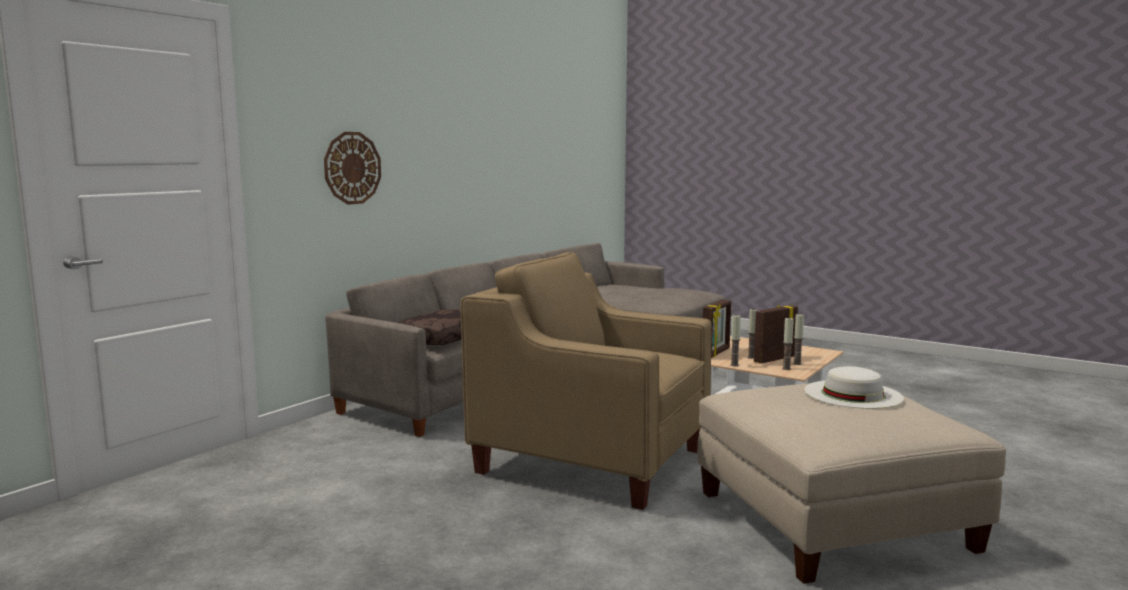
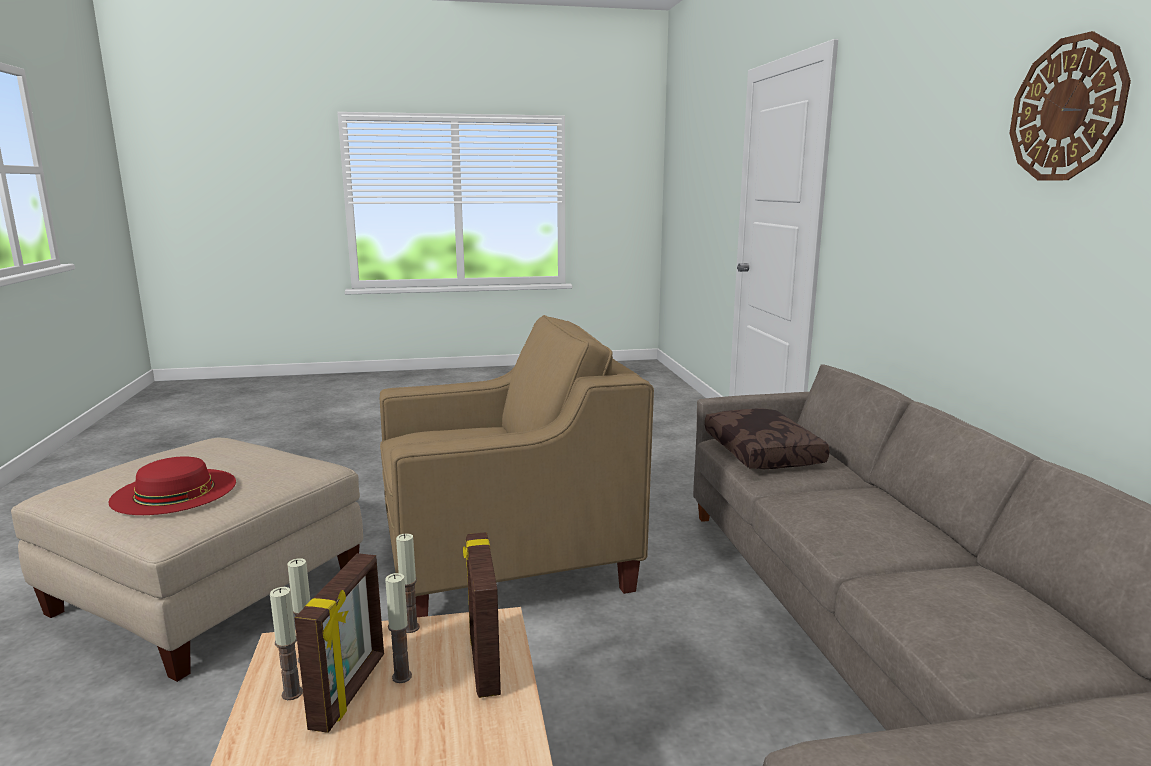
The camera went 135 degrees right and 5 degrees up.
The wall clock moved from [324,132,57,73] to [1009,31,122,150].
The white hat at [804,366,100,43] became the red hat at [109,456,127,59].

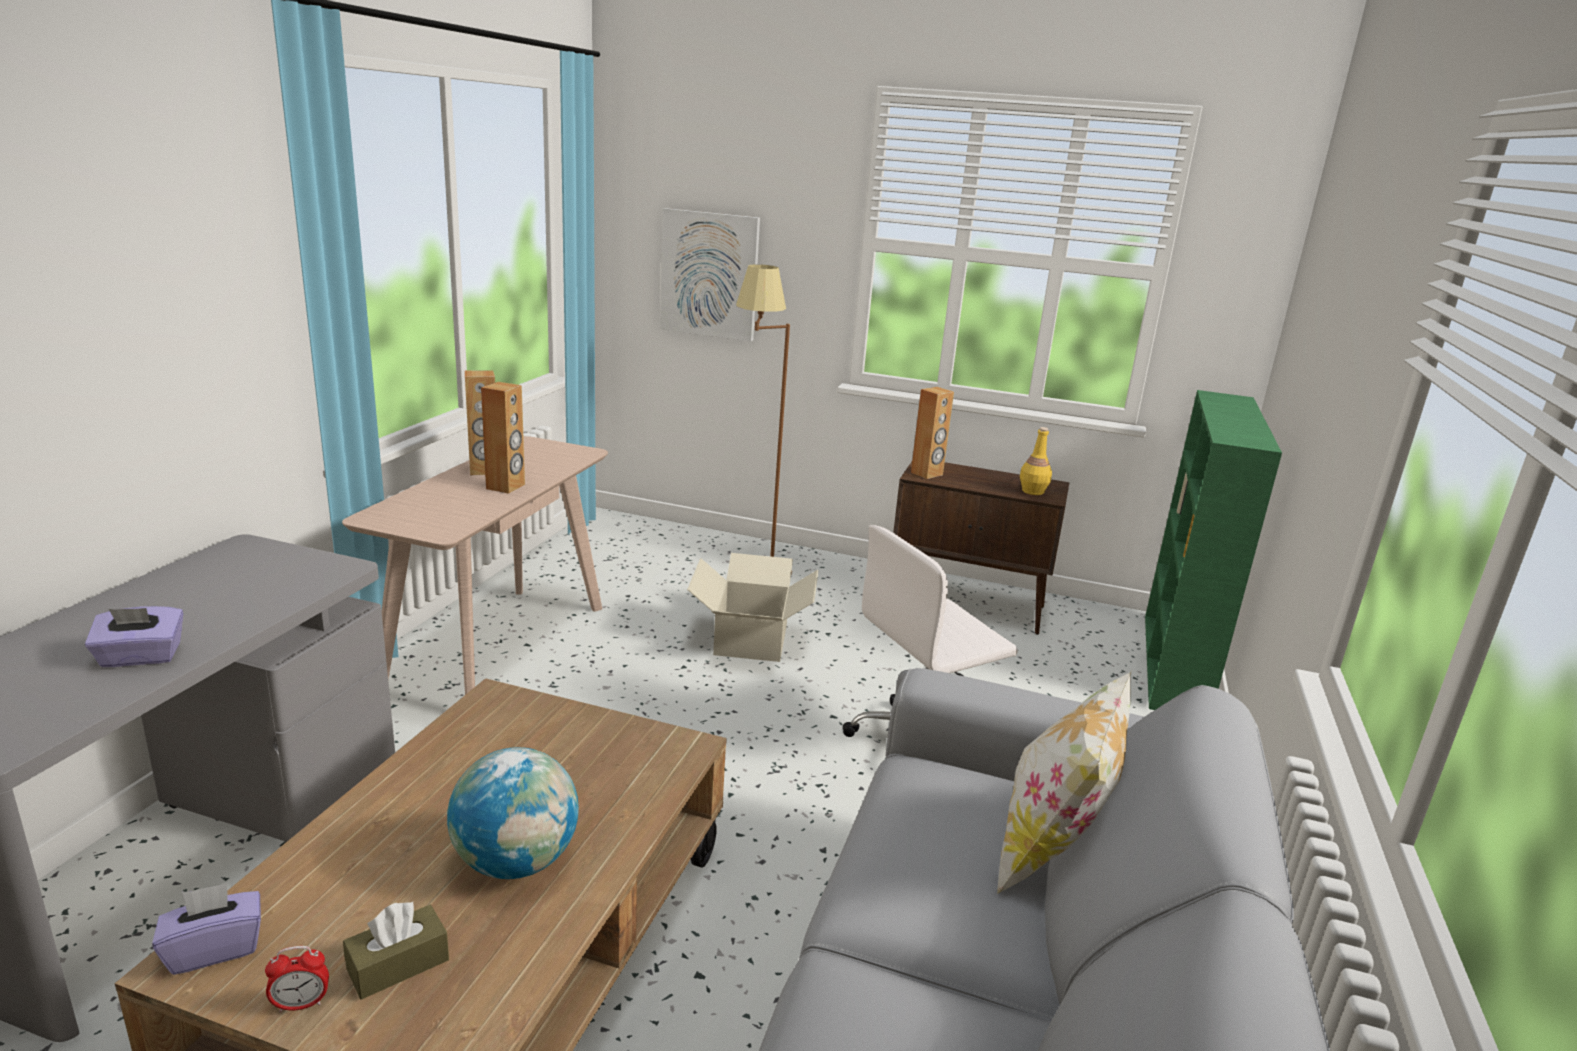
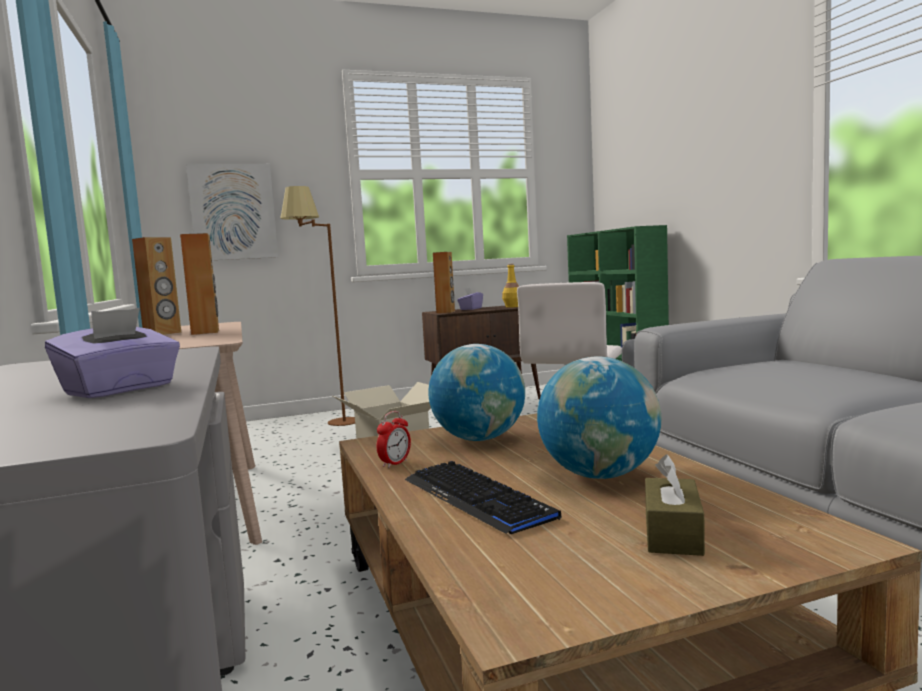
The camera went 35 degrees left and 15 degrees down.
The pillow at [997,671,135,223] disappeared.
The purple tissue box moved from [152,883,109,92] to [457,288,26,22].
The alarm clock moved from [265,946,64,66] to [377,411,34,57].
The globe at [428,344,97,97] appeared.
The keyboard at [405,461,156,73] appeared.

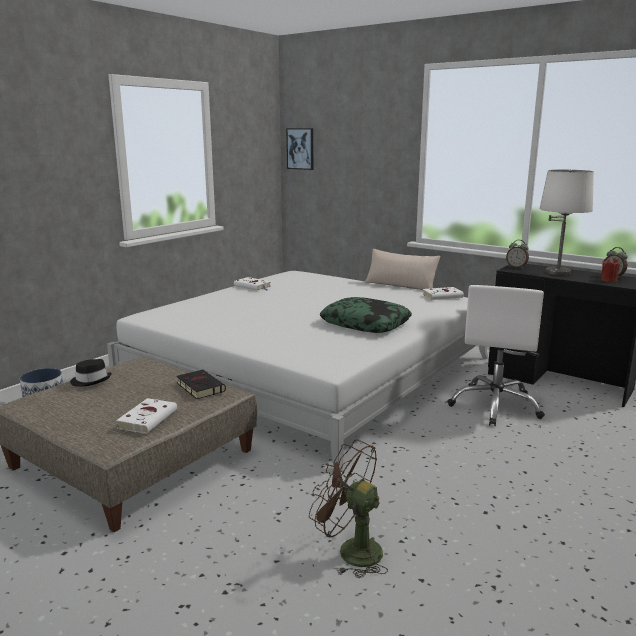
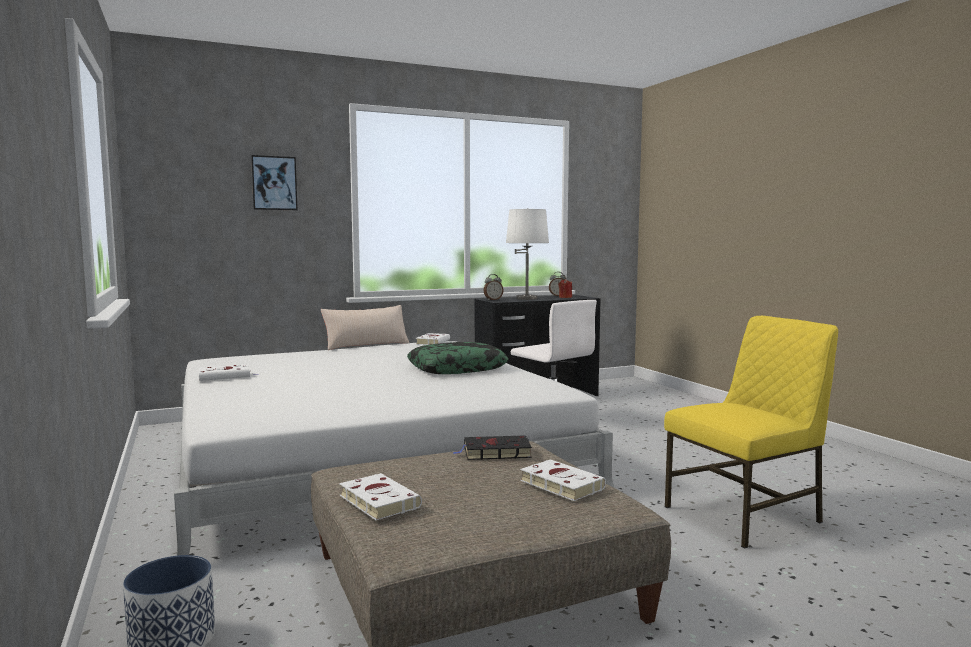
The camera went 60 degrees left and 10 degrees down.
The picture moved from [286,128,27,42] to [251,155,47,55].
The black hat at [70,359,42,28] was replaced by the white book at [339,473,83,47].
The brown fan at [309,439,79,139] was replaced by the yellow chair at [664,316,174,232].

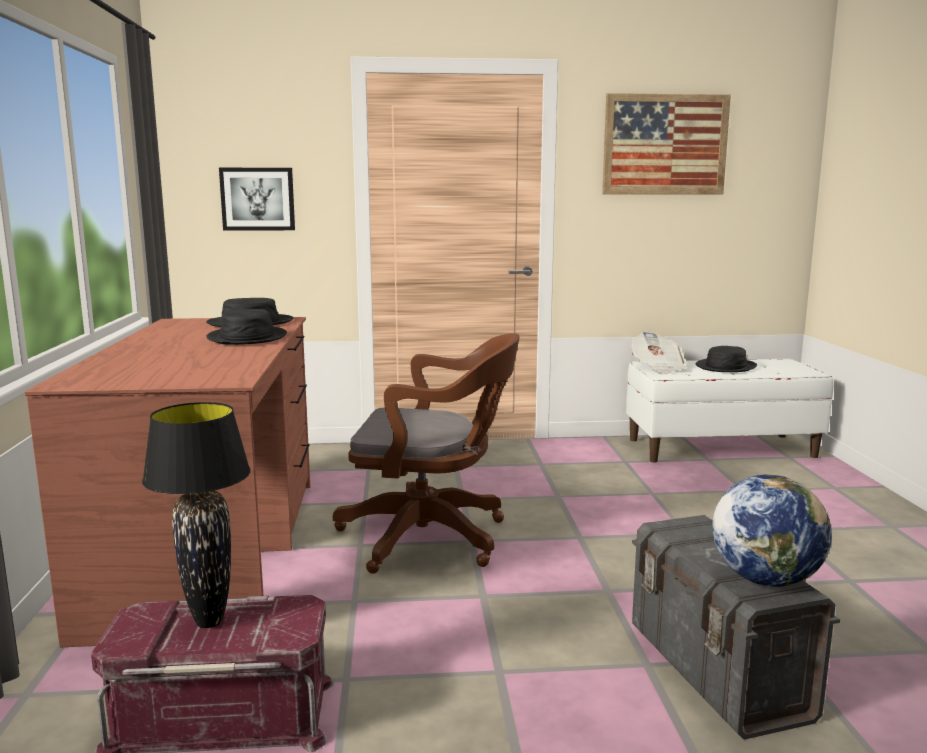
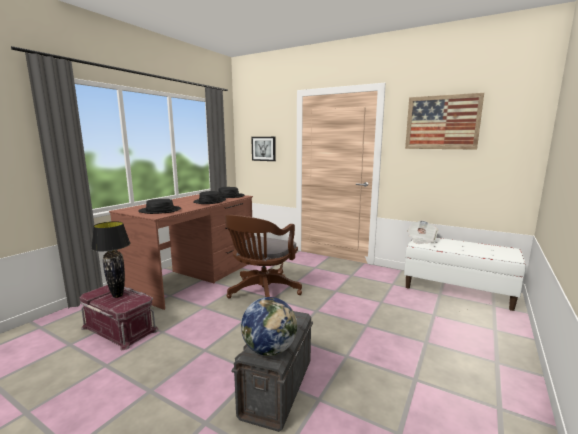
The camera went 35 degrees right and 0 degrees up.
The brown office chair at [333,333,187,241] turned 75 degrees clockwise.
The black hat moved from [696,346,61,26] to [138,199,43,15].

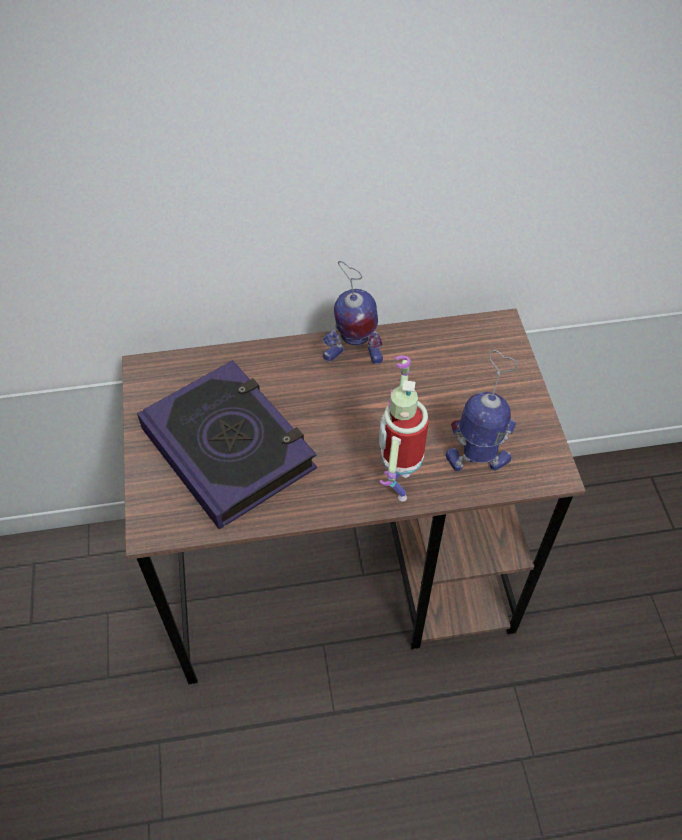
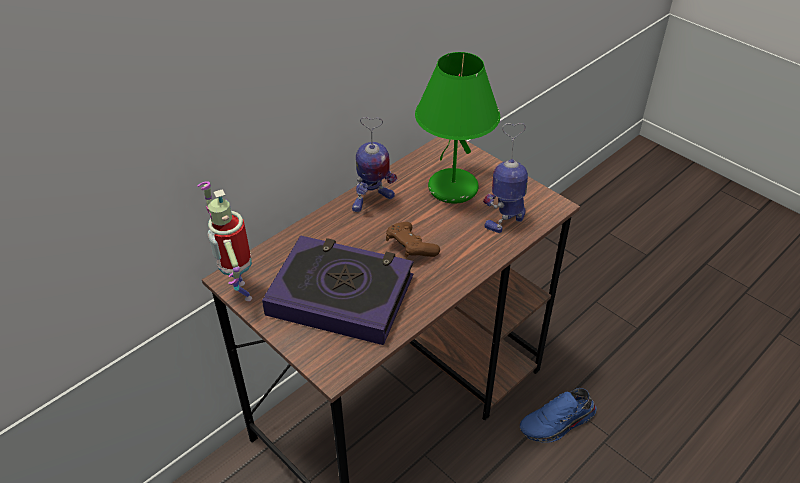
The camera went 35 degrees left and 10 degrees down.
The toy robot moved from [379,356,50,145] to [197,181,55,120].
The green table lamp at [415,52,85,152] appeared.
The brown game controller at [386,222,54,36] appeared.
The blue shoe at [520,388,77,55] appeared.

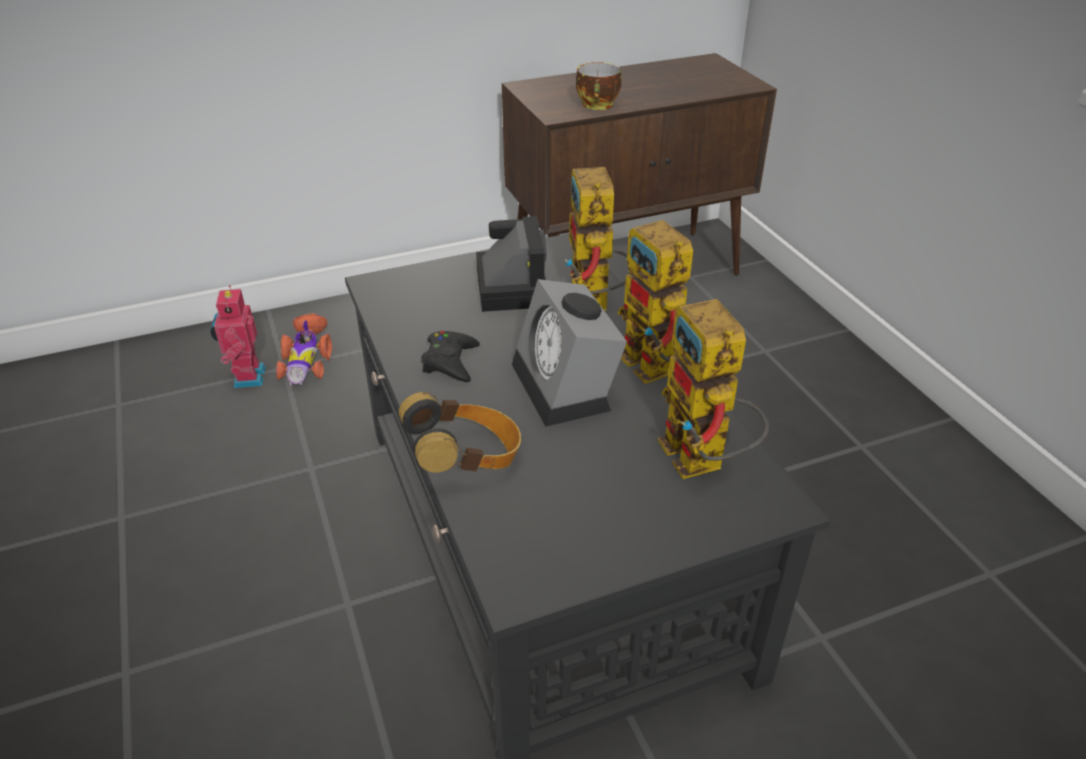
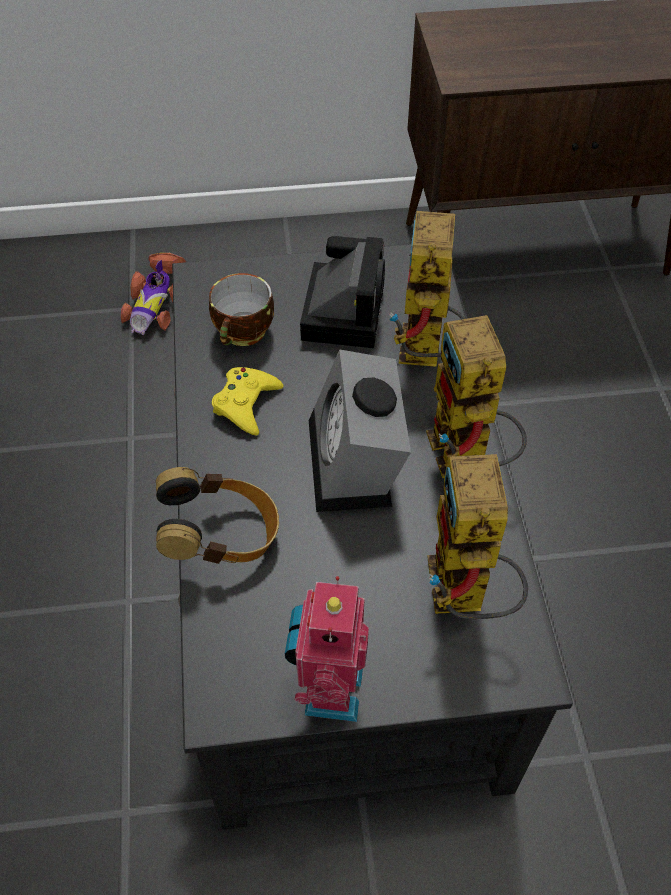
The camera went 15 degrees right and 15 degrees up.
The cup moved from [576,62,46,48] to [209,273,65,73].
The toy robot moved from [210,285,56,103] to [285,576,84,146].
The black game controller at [421,331,59,51] became the yellow game controller at [212,367,71,68].

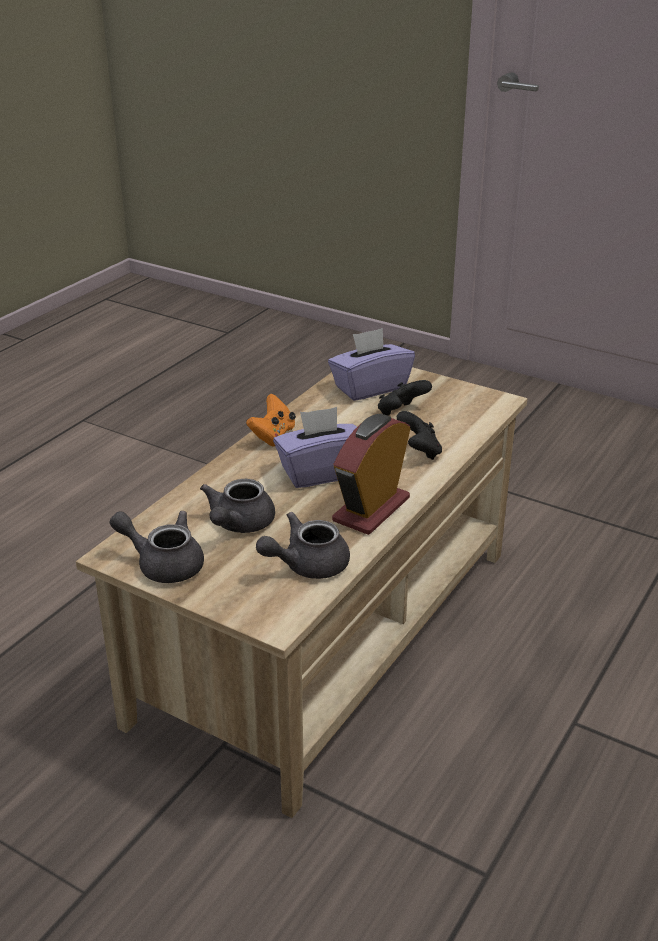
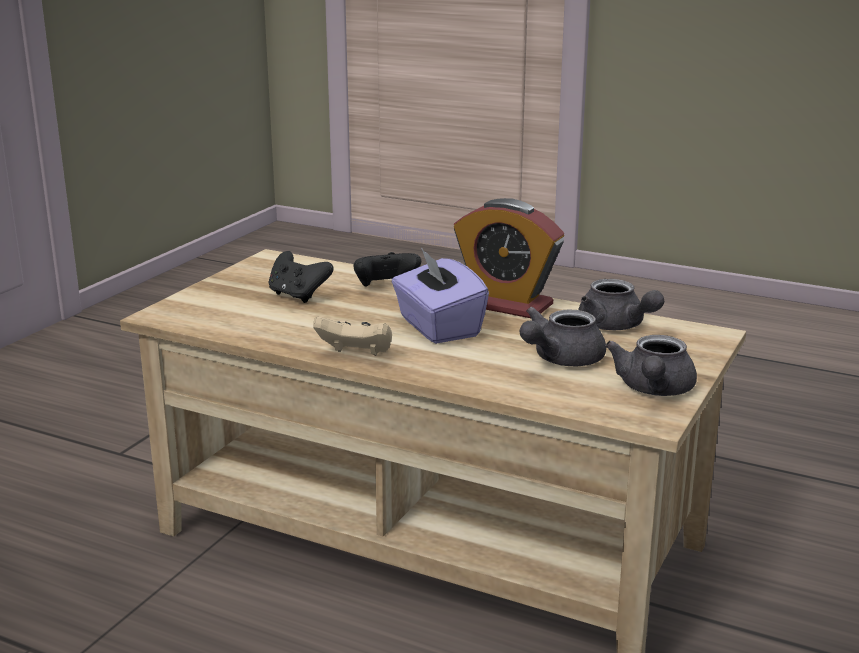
The camera went 95 degrees left and 10 degrees down.
The purple tissue box at [328,328,87,73] disappeared.
The orange game controller at [246,394,50,53] became the beige game controller at [313,317,79,39].
The grey teapot at [200,479,75,54] turned 120 degrees clockwise.

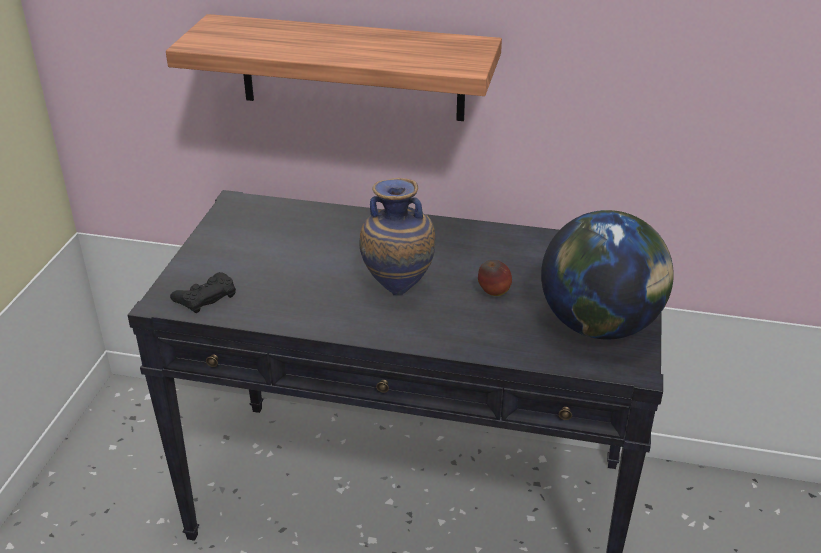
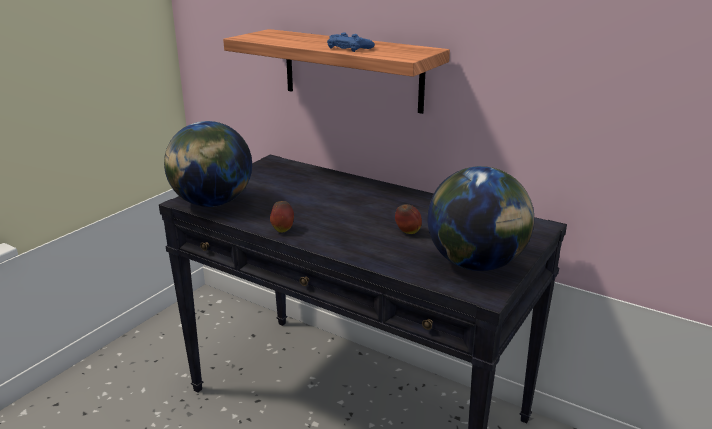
The camera went 20 degrees right and 10 degrees down.
The vase at [360,178,76,118] disappeared.
The black game controller at [170,272,66,41] was replaced by the globe at [164,121,88,86].
The blue game controller at [327,33,48,19] appeared.
The apple at [270,201,24,32] appeared.

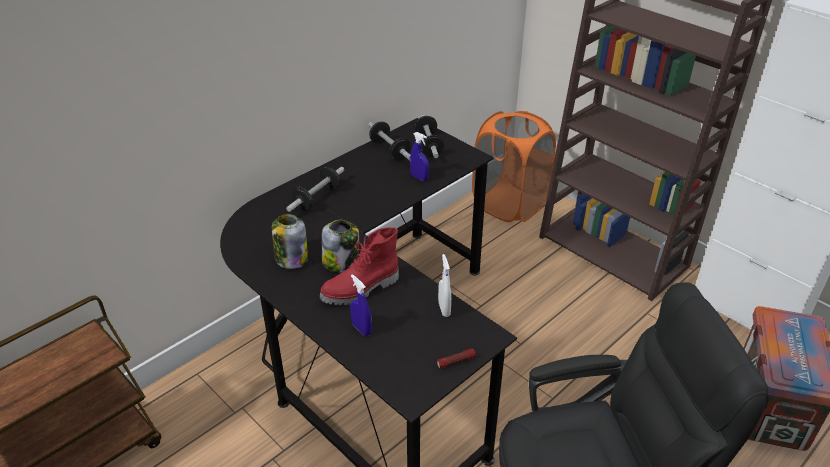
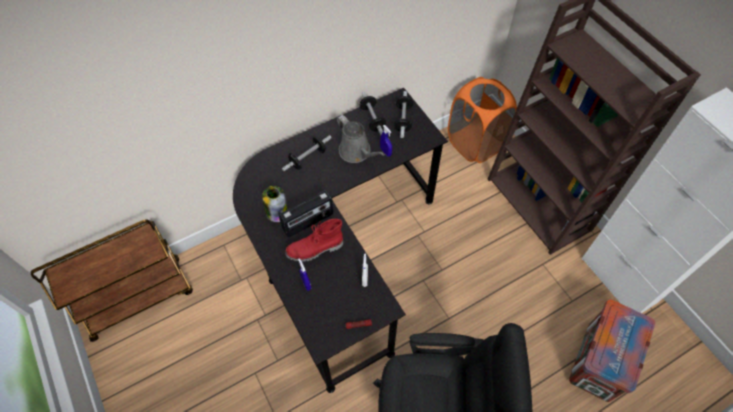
The camera went 15 degrees right and 20 degrees up.
The jar at [322,220,37,52] was replaced by the radio at [279,191,55,46].
The grey watering can at [337,115,48,48] appeared.

